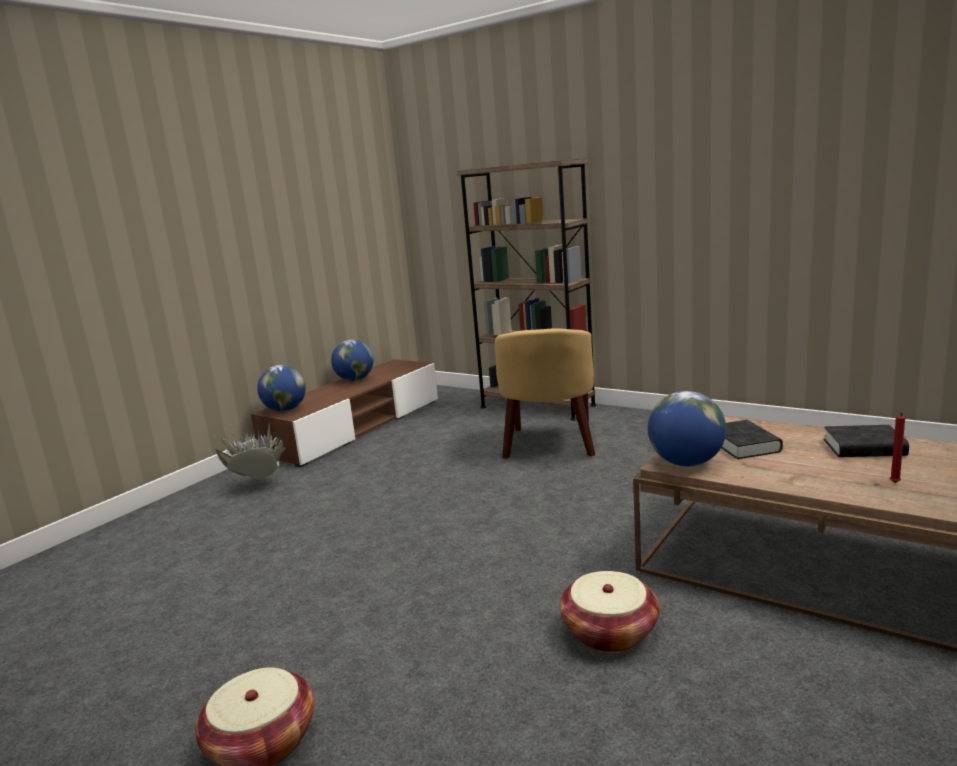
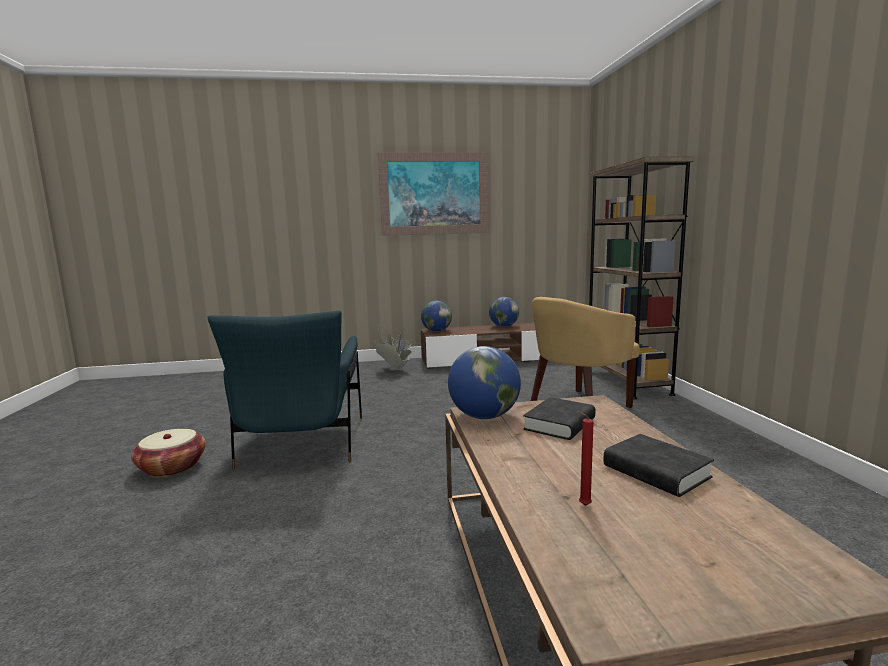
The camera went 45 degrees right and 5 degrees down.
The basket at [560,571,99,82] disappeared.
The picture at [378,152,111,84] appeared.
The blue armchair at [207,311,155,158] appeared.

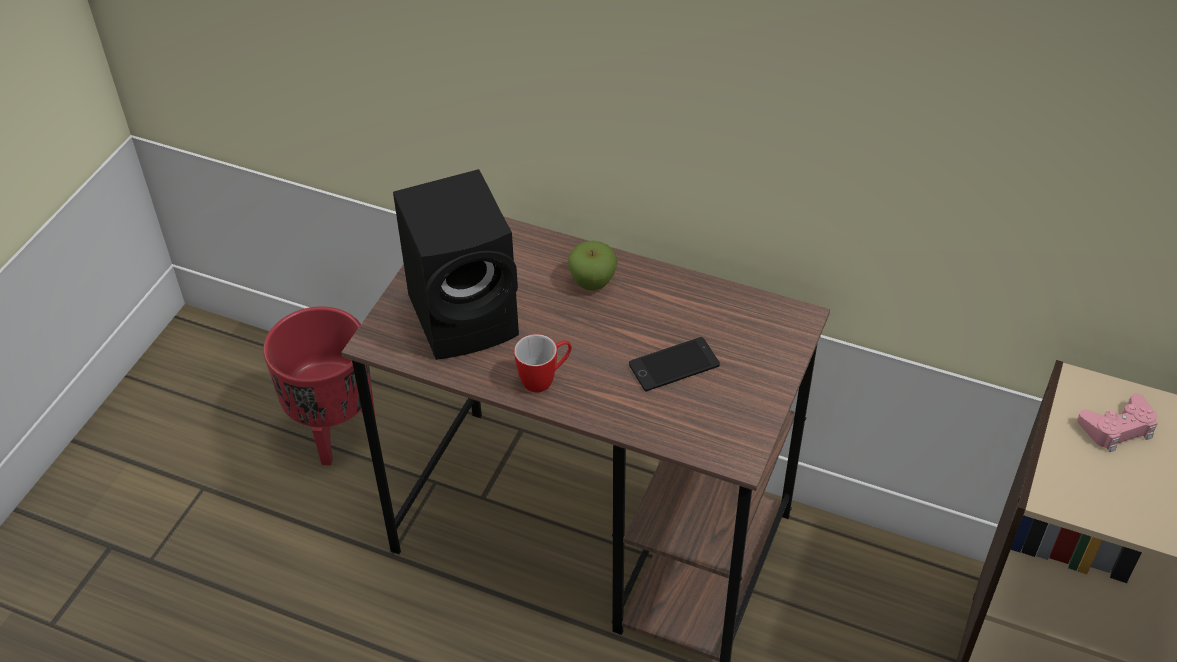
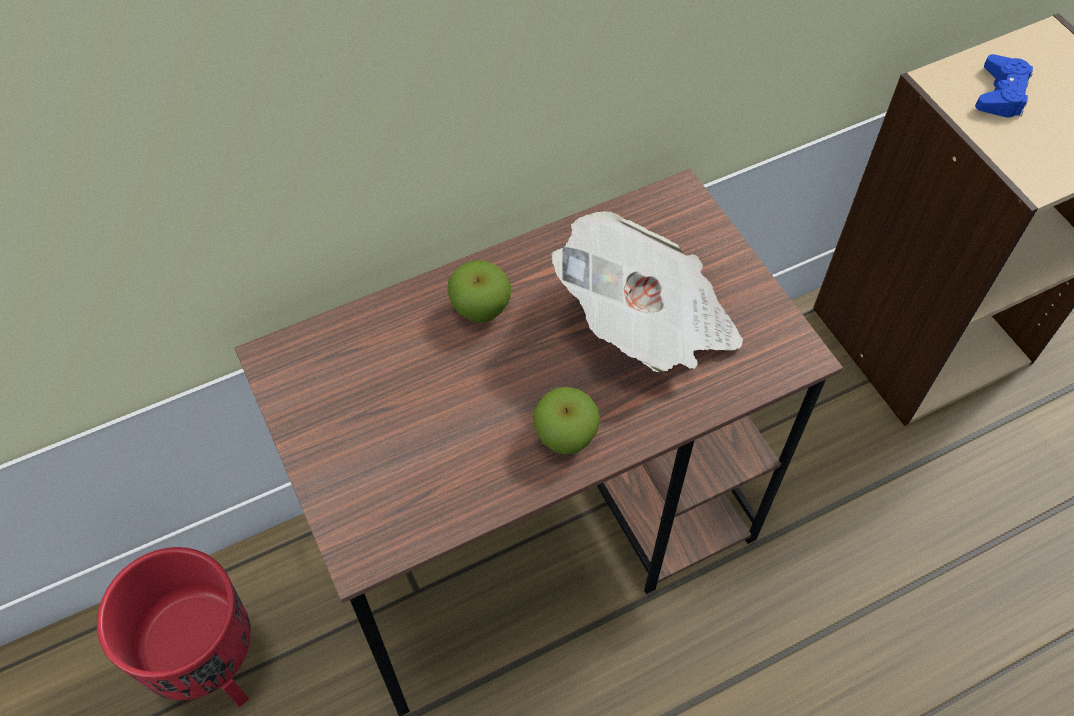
The camera went 50 degrees left and 10 degrees up.
The black speaker at [393,169,126,191] disappeared.
The mug at [514,334,58,58] was replaced by the apple at [532,387,68,68].
The phone at [629,337,91,55] was replaced by the newspaper at [552,211,191,162].
The pink game controller at [1077,393,81,59] became the blue game controller at [975,54,58,63].

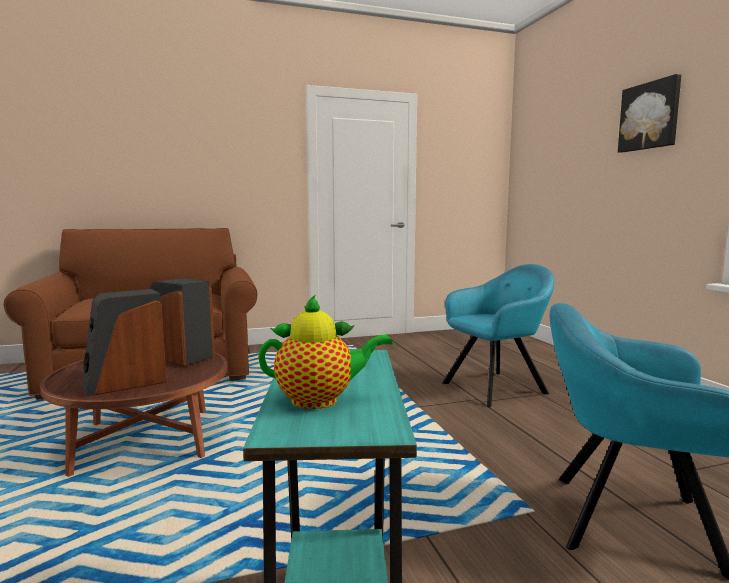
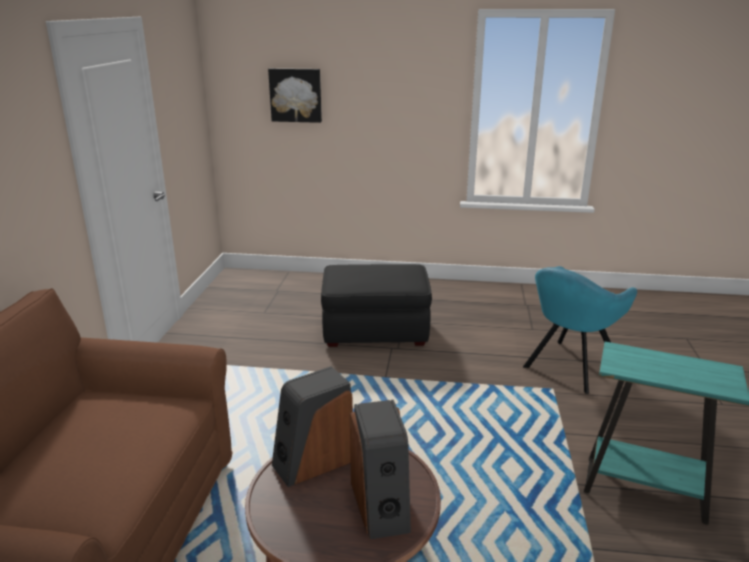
The camera went 65 degrees left and 15 degrees up.
The picture moved from [618,74,63,79] to [268,68,54,55].
The turquoise armchair at [442,264,112,143] was replaced by the black ottoman at [321,264,111,83].
The teapot at [258,295,134,114] disappeared.

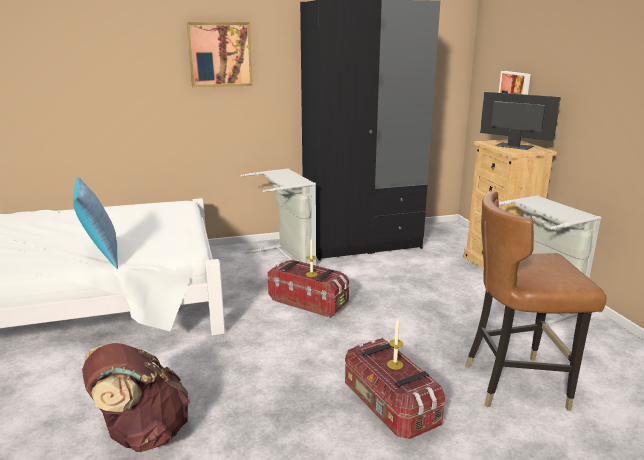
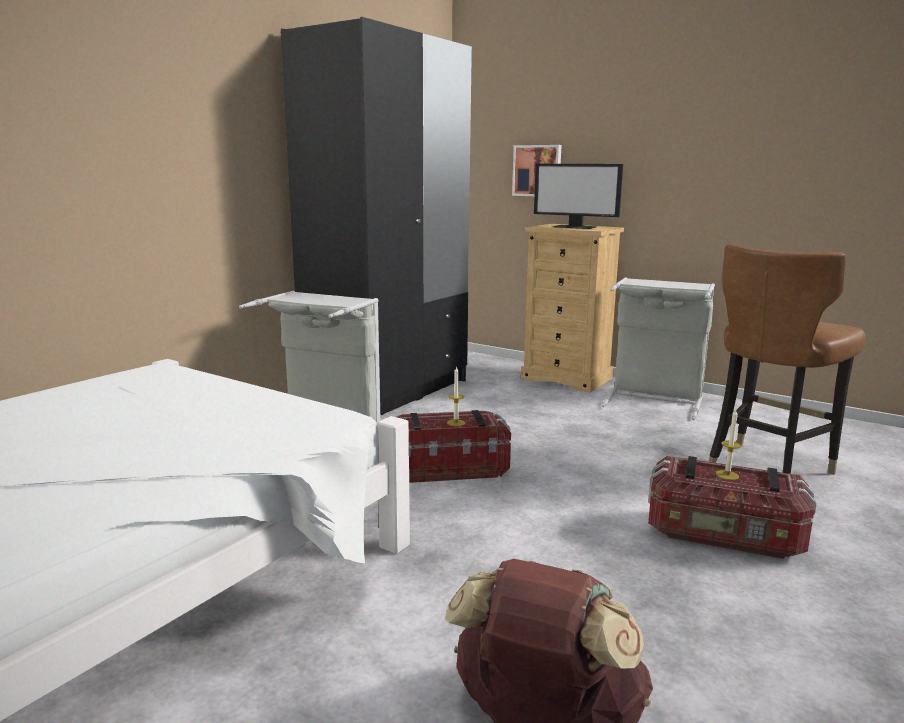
The camera went 40 degrees left and 5 degrees down.
The picture at [187,22,66,65] disappeared.
The monitor at [480,92,81,58] turned 150 degrees counterclockwise.
The pillow at [73,177,45,92] disappeared.

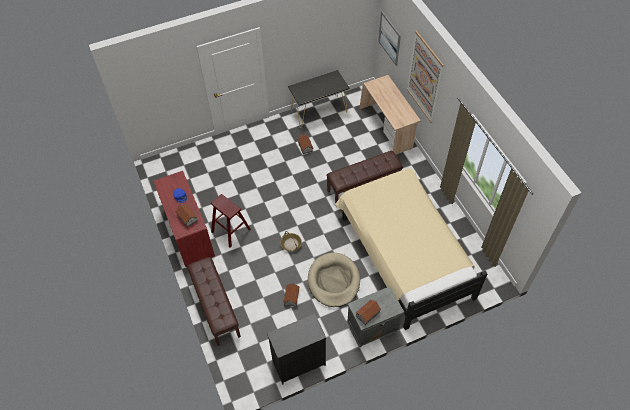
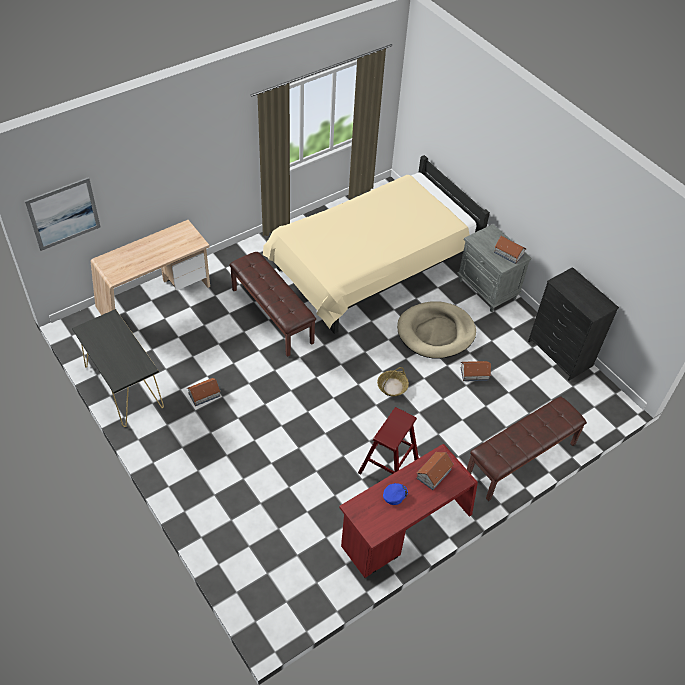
The camera went 105 degrees left and 5 degrees down.
The picture at [407,30,37,93] disappeared.

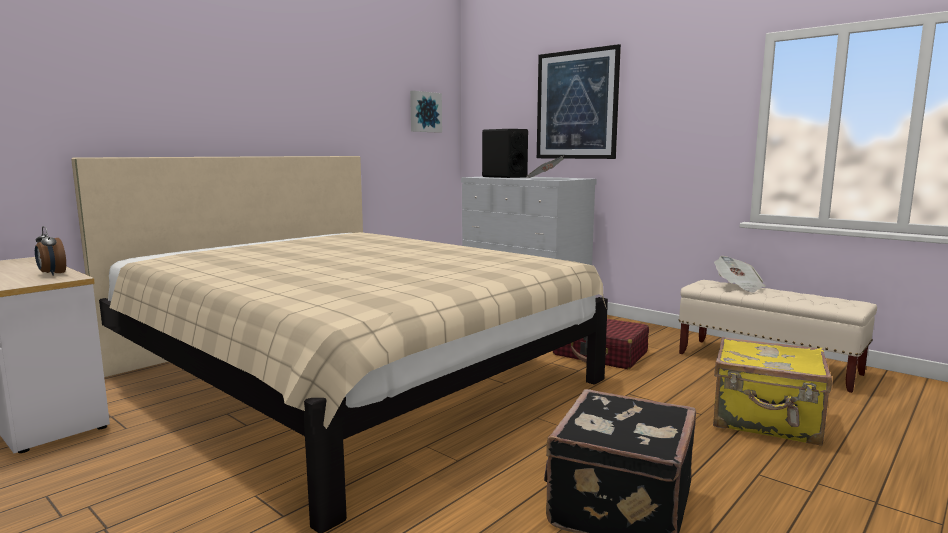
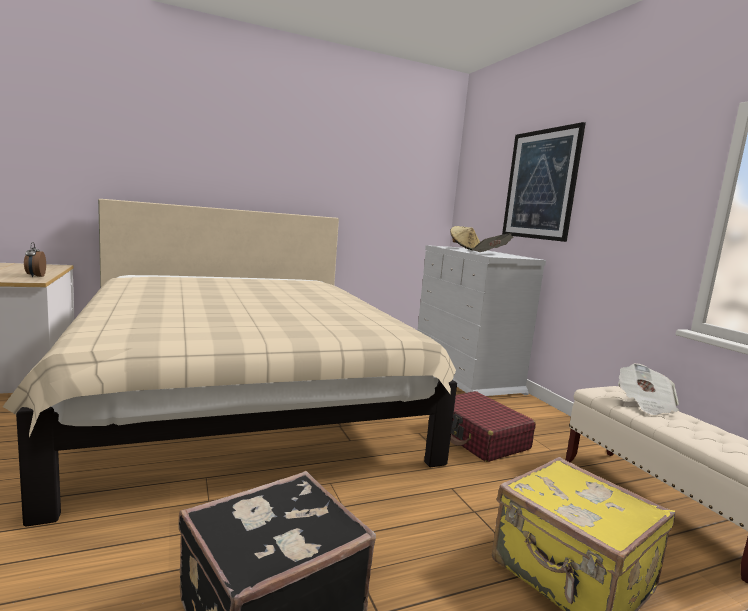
The camera went 25 degrees right and 0 degrees up.
The picture at [410,91,32,42] disappeared.
The black speaker at [482,129,46,49] was replaced by the beige hat at [450,226,30,25].

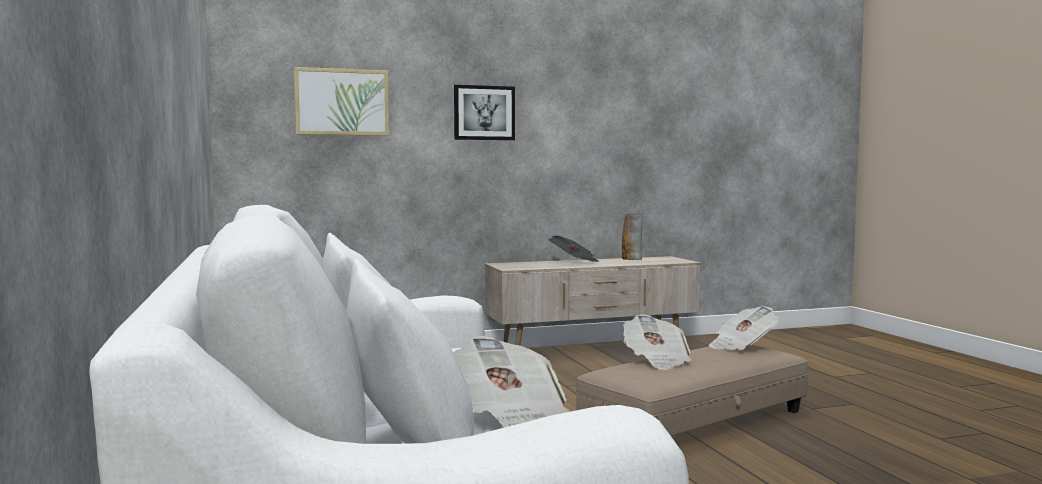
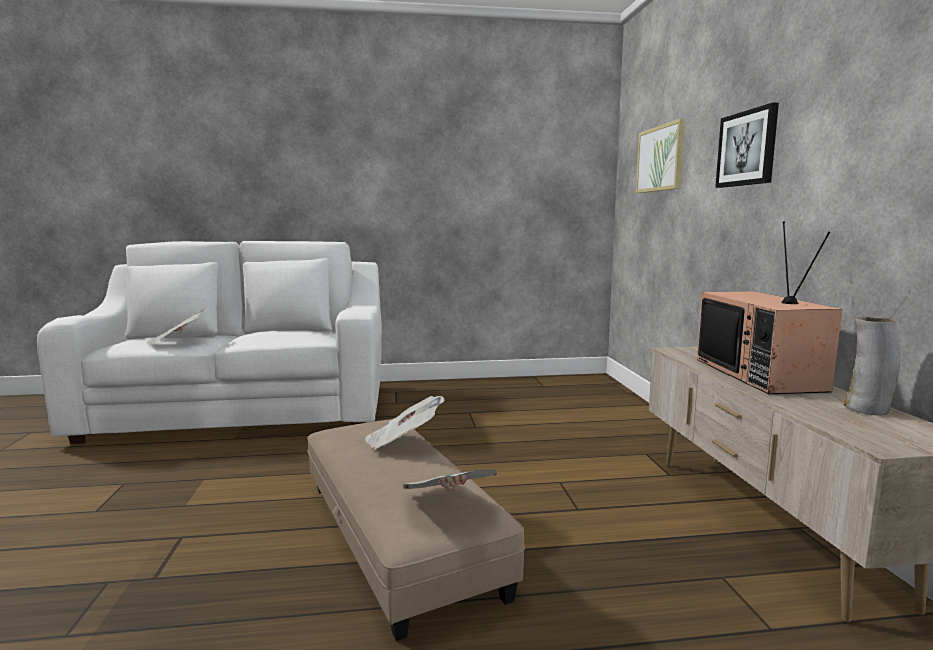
The camera went 100 degrees right and 5 degrees up.
The newspaper at [549,236,50,26] was replaced by the television at [697,222,146,172].

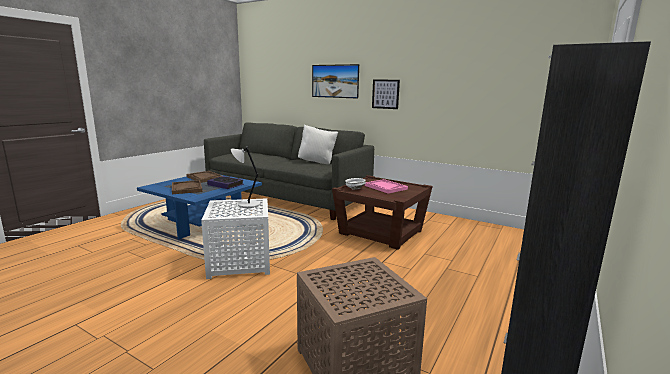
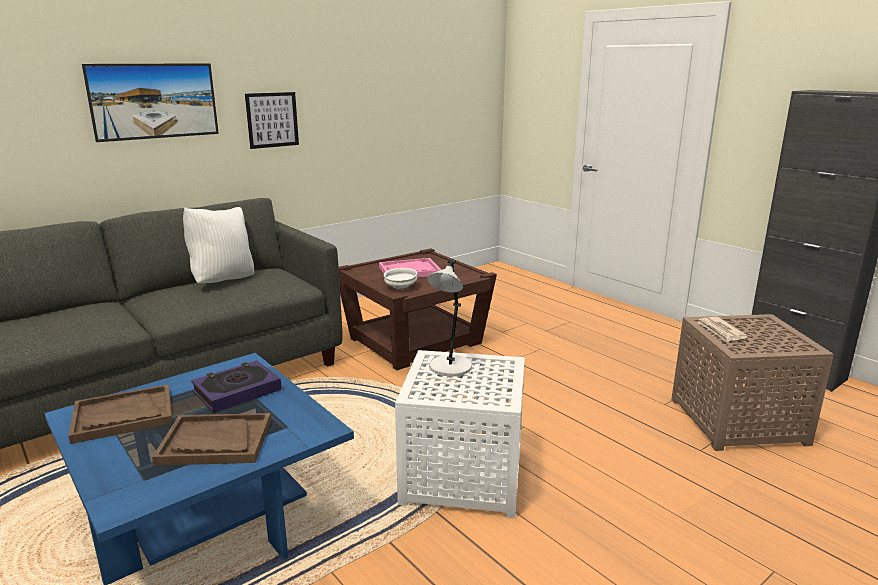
The camera went 70 degrees left and 5 degrees up.
The newspaper at [697,317,51,26] appeared.

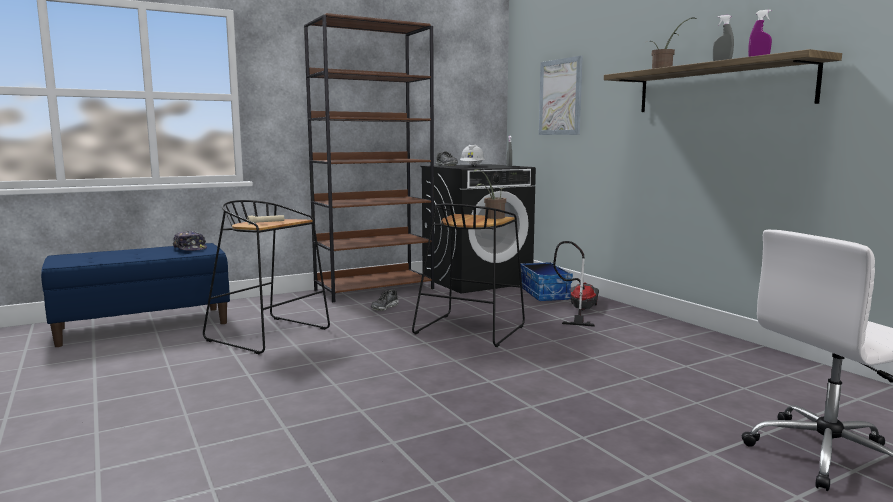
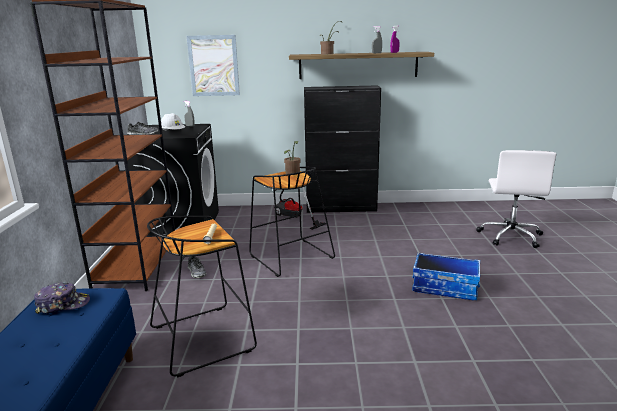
The camera went 60 degrees left and 10 degrees up.
The storage box moved from [520,262,53,39] to [412,253,68,47].
The black cabinet at [304,85,77,128] appeared.

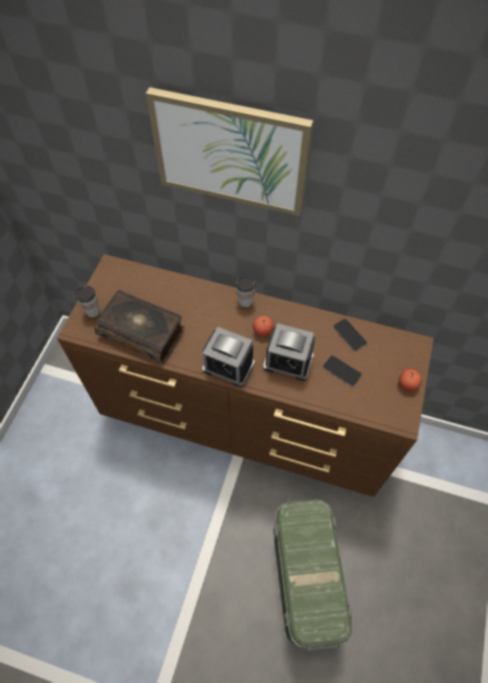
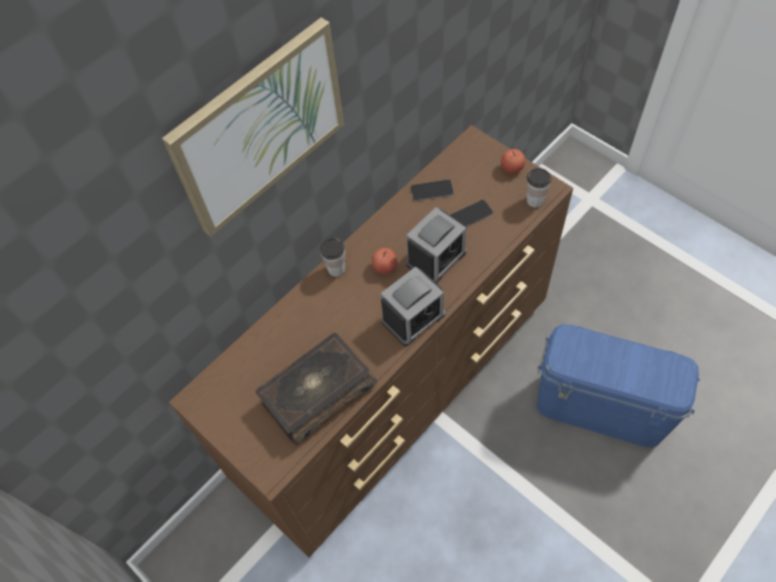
The camera went 60 degrees left and 0 degrees up.
The cup moved from [76,285,24,32] to [526,168,26,39].
The green storage box at [273,499,79,153] became the blue storage box at [537,324,163,124].

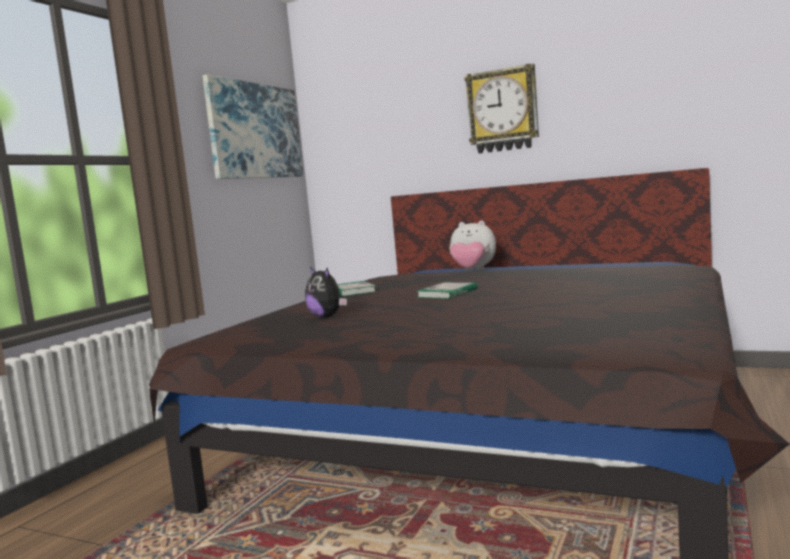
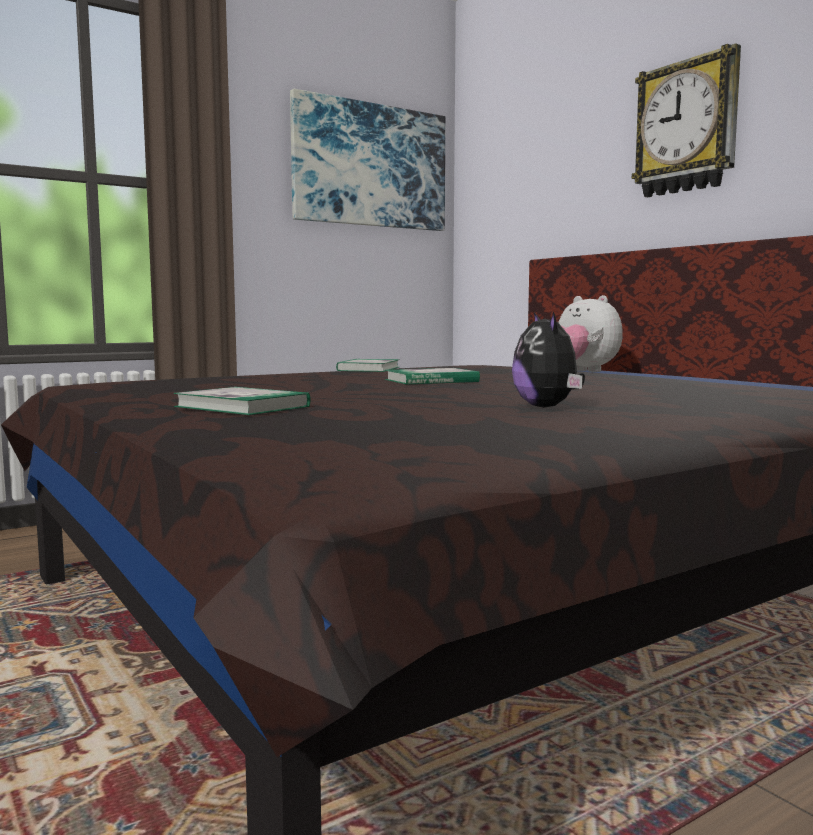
The camera went 30 degrees right and 0 degrees up.
The plush toy moved from [305,267,42,51] to [512,312,73,96].
The book at [174,387,137,28] appeared.

